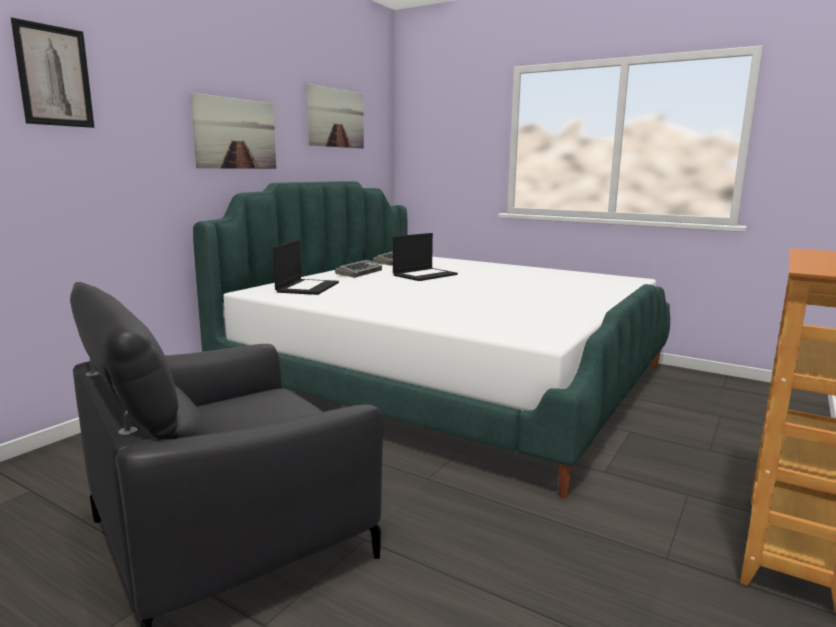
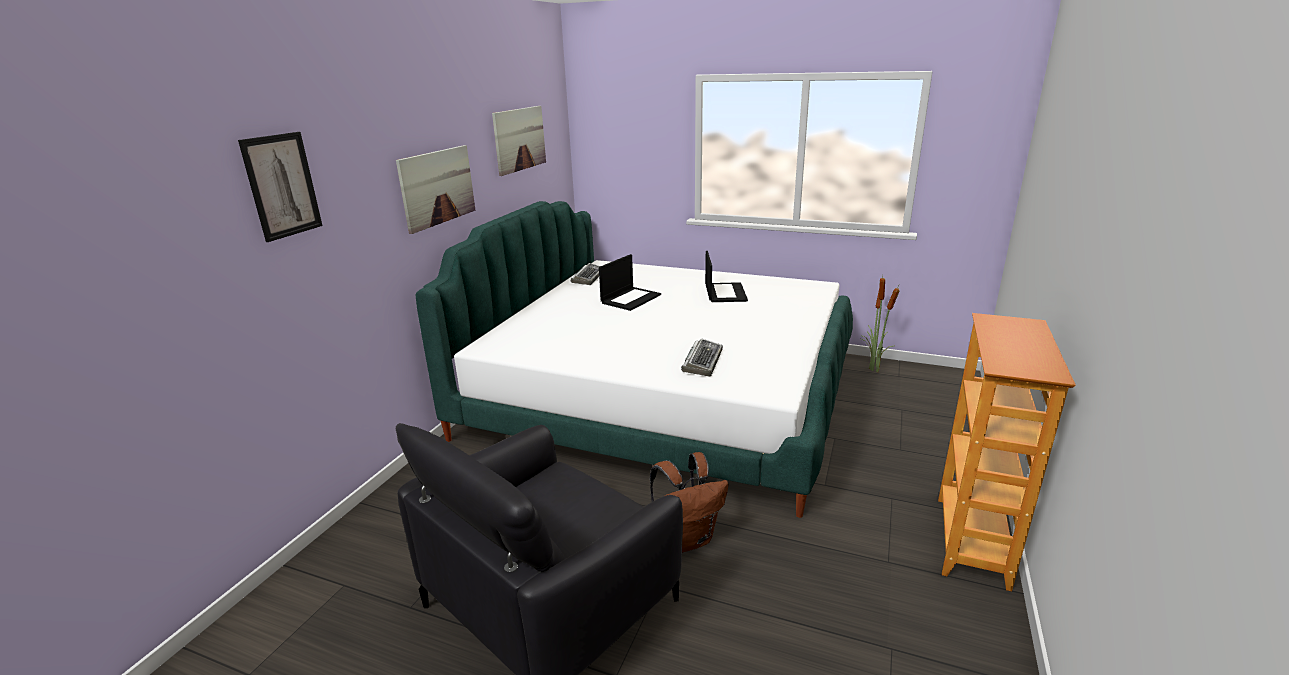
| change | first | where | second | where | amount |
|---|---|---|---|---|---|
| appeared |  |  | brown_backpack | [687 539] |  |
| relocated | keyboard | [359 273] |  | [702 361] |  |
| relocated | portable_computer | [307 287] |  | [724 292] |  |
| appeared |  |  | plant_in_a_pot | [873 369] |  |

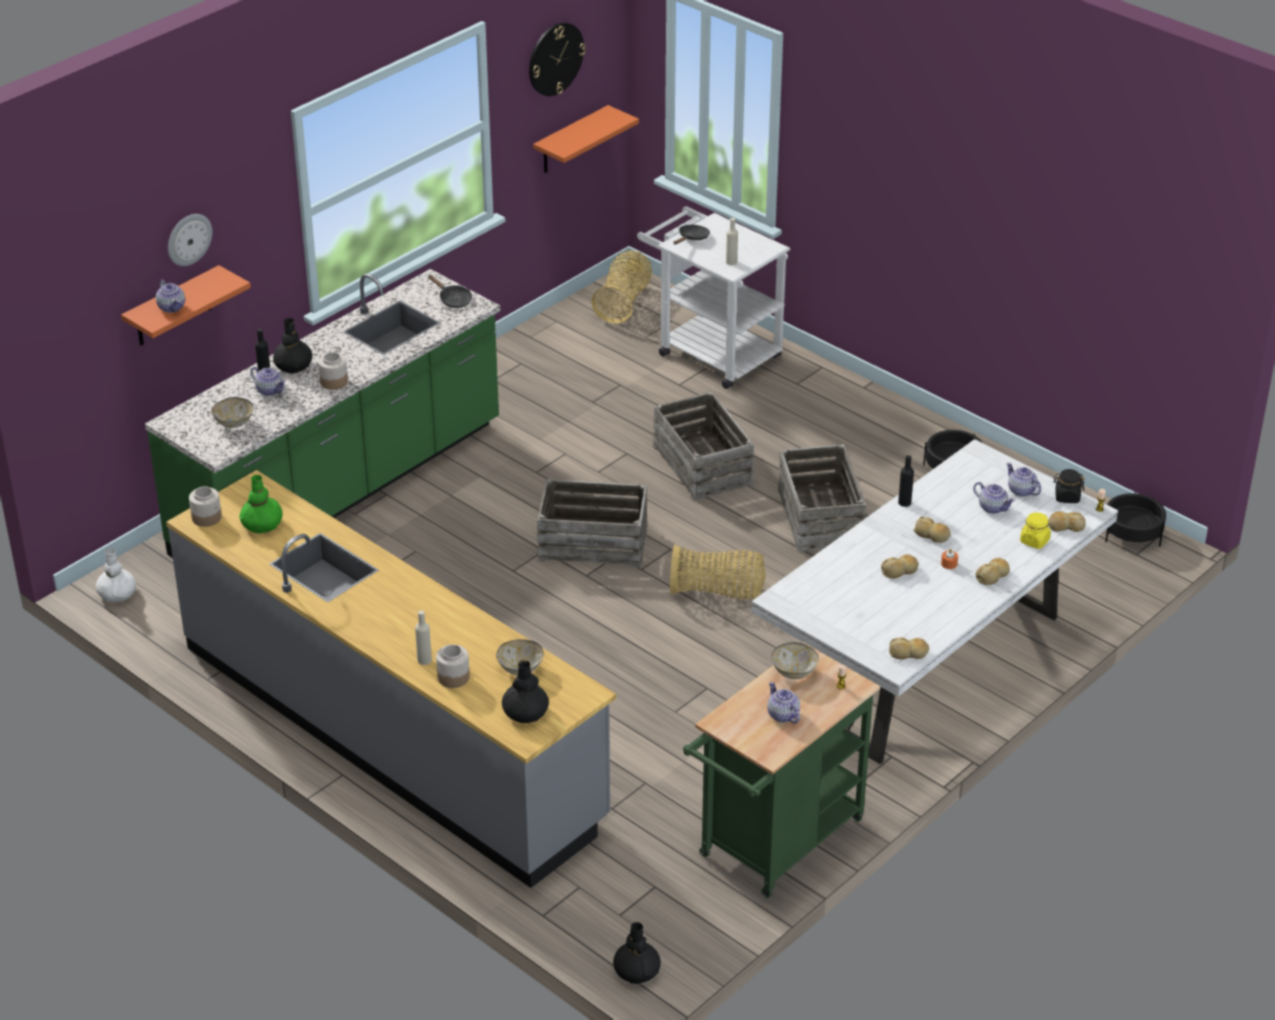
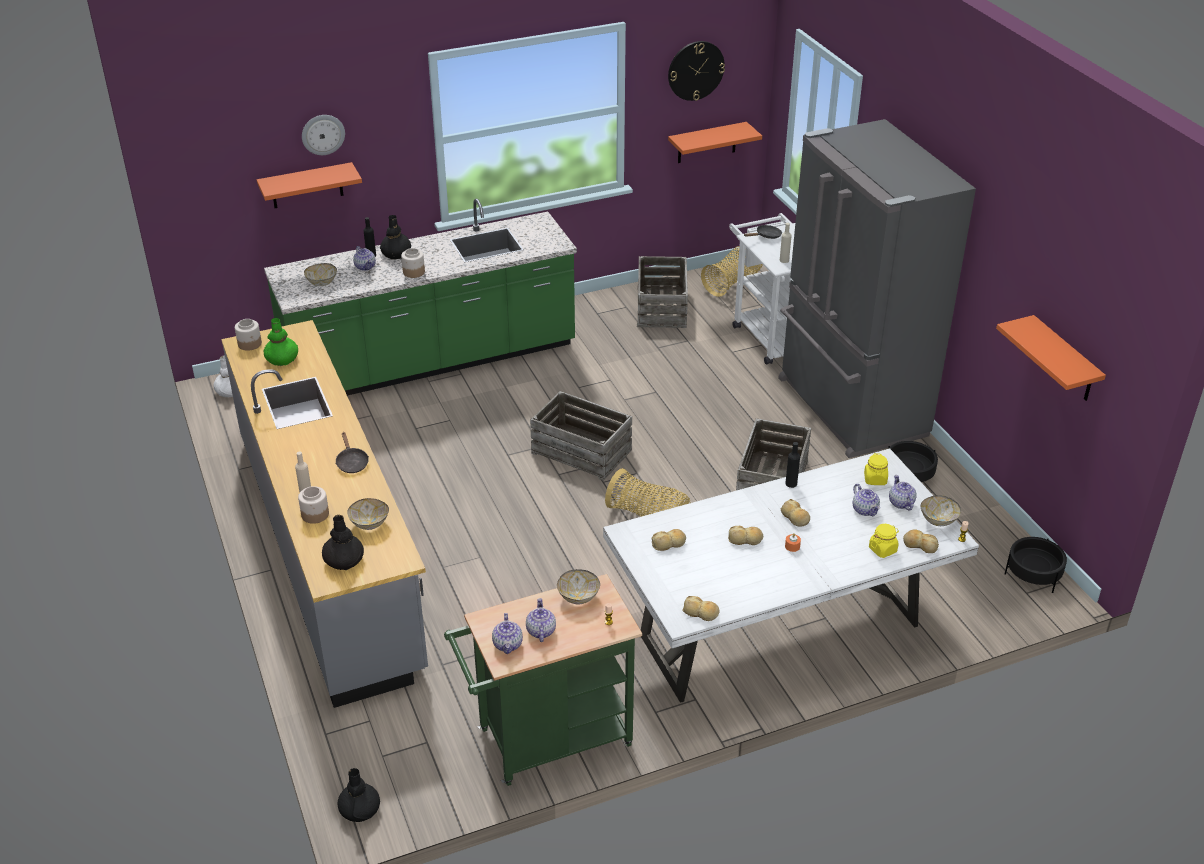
| change | first | where | second | where | amount |
|---|---|---|---|---|---|
| relocated | black_frying_pan | [453 299] |  | [351 462] |  |
| relocated | tea_pot | [172 307] |  | [508 644] |  |
| relocated | packing_crate | [703 465] |  | [662 307] |  |
| relocated | baked_bread | [993 576] |  | [669 543] |  |
| appeared |  |  | grey_refrigerator | [849 408] |  |
| appeared |  |  | yellow-coloured_jar | [875 479] |  |
| exchanged | black_jar | [1067 497] | bowl | [938 520] |  |
| appeared |  |  | orange-coloured_shelf | [1064 360] |  |

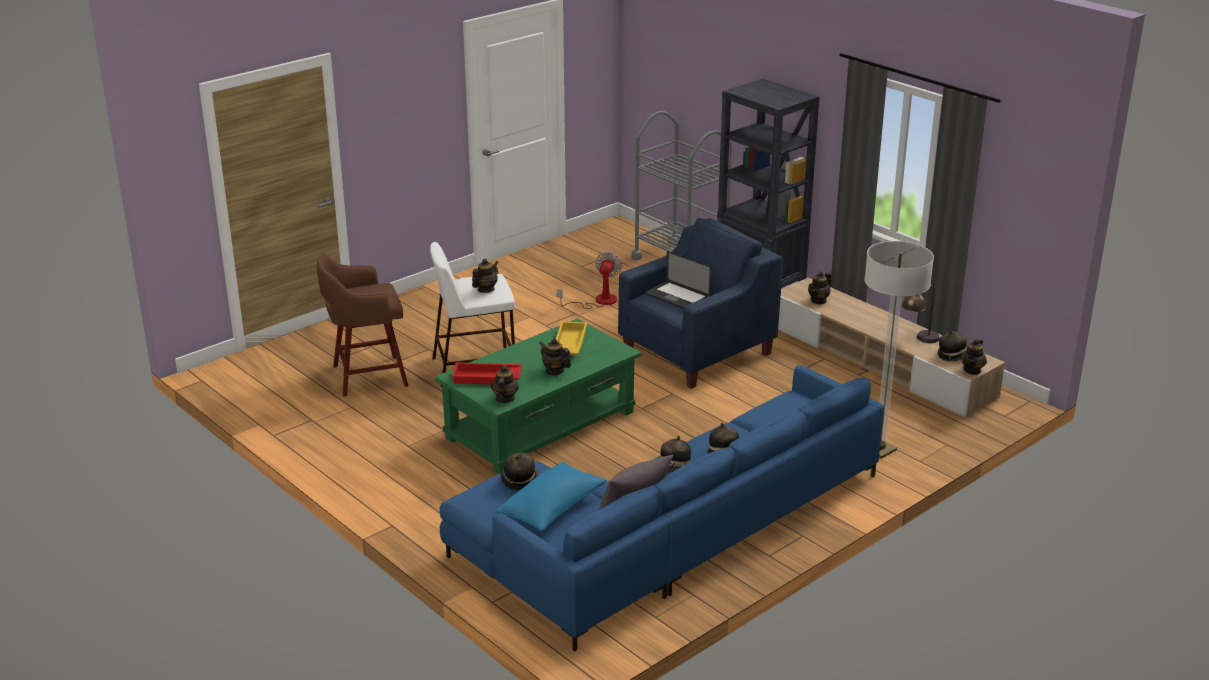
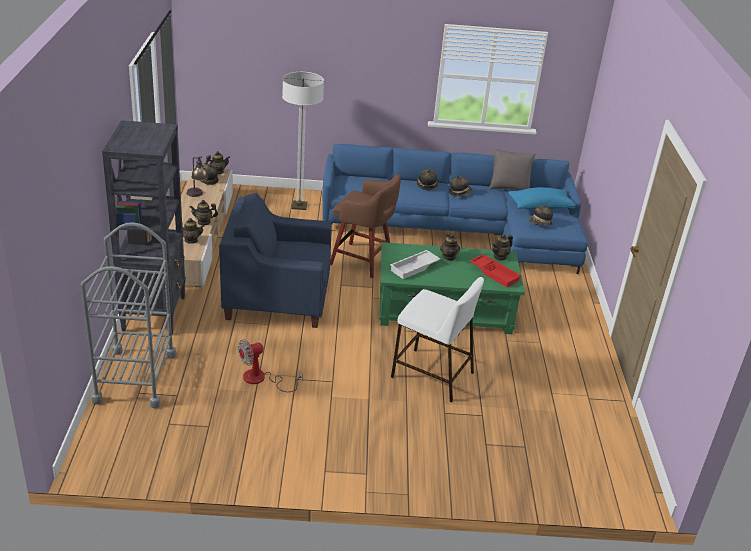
| change | first | where | second | where | amount |
|---|---|---|---|---|---|
| relocated | tea_pot | [485 289] |  | [204 222] |  |
| relocated | brown_stool | [367 376] |  | [363 261] |  |
| colour | yellow-coloured_tray | [568 344] | whitish_tray | [414 268] |  |
| missing | portable_computer | [677 297] |  |  |  |

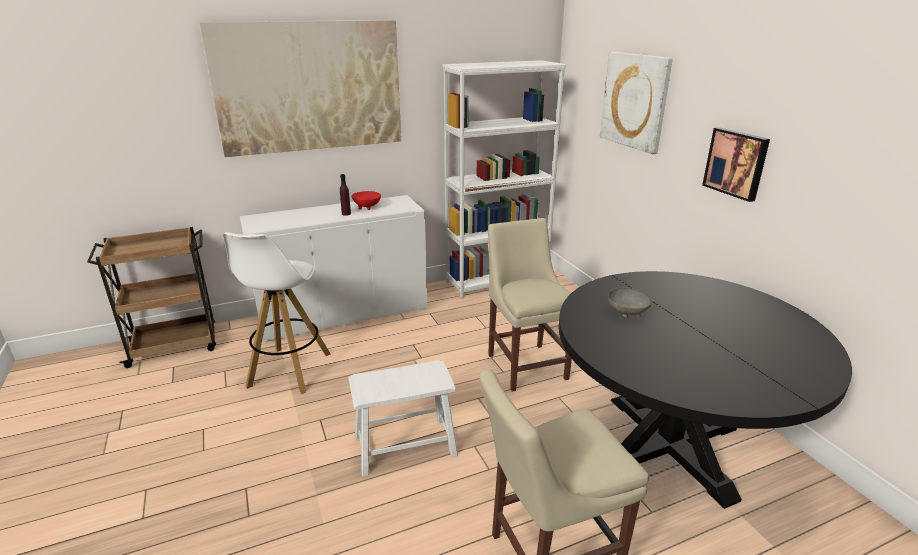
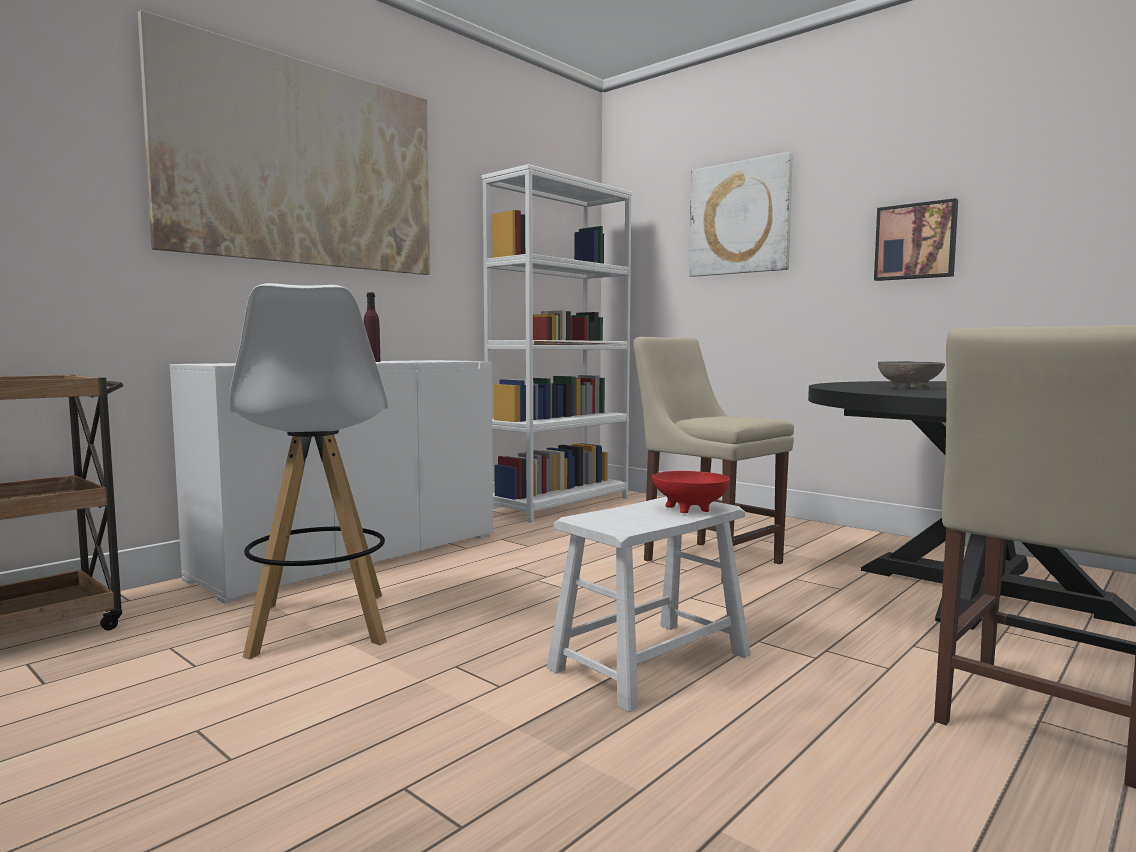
| change | first | where | second | where | amount |
|---|---|---|---|---|---|
| relocated | red-coloured_bowl | [367 207] |  | [691 509] |  |

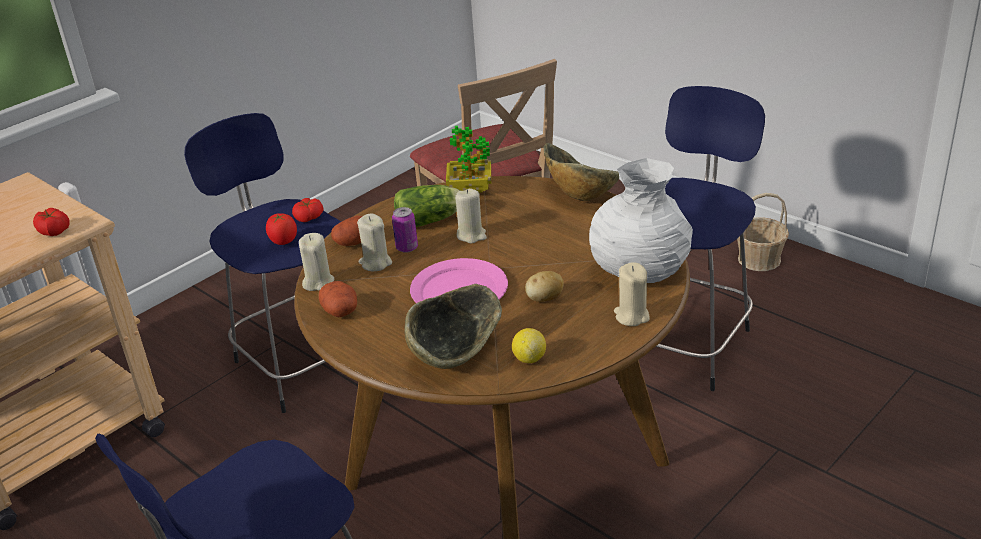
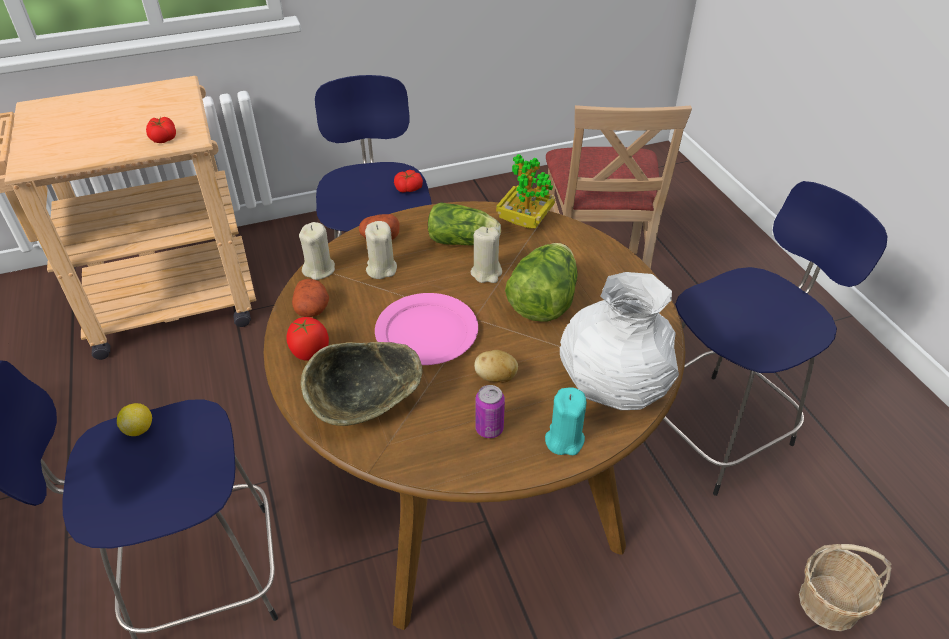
| change | first | where | second | where | amount |
|---|---|---|---|---|---|
| relocated | whole_lemon | [529 358] |  | [139 429] |  |
| relocated | fresh_tomato | [283 241] |  | [310 352] |  |
| relocated | sealed_can | [407 248] |  | [489 429] |  |
| appeared |  |  | lettuce_head | [543 302] |  |
| colour | sand-coloured_candle | [631 316] | turquoise-coloured_candle | [564 439] |  |
| relocated | basket | [759 259] |  | [829 603] |  |
| missing | bowl | [579 194] |  |  |  |

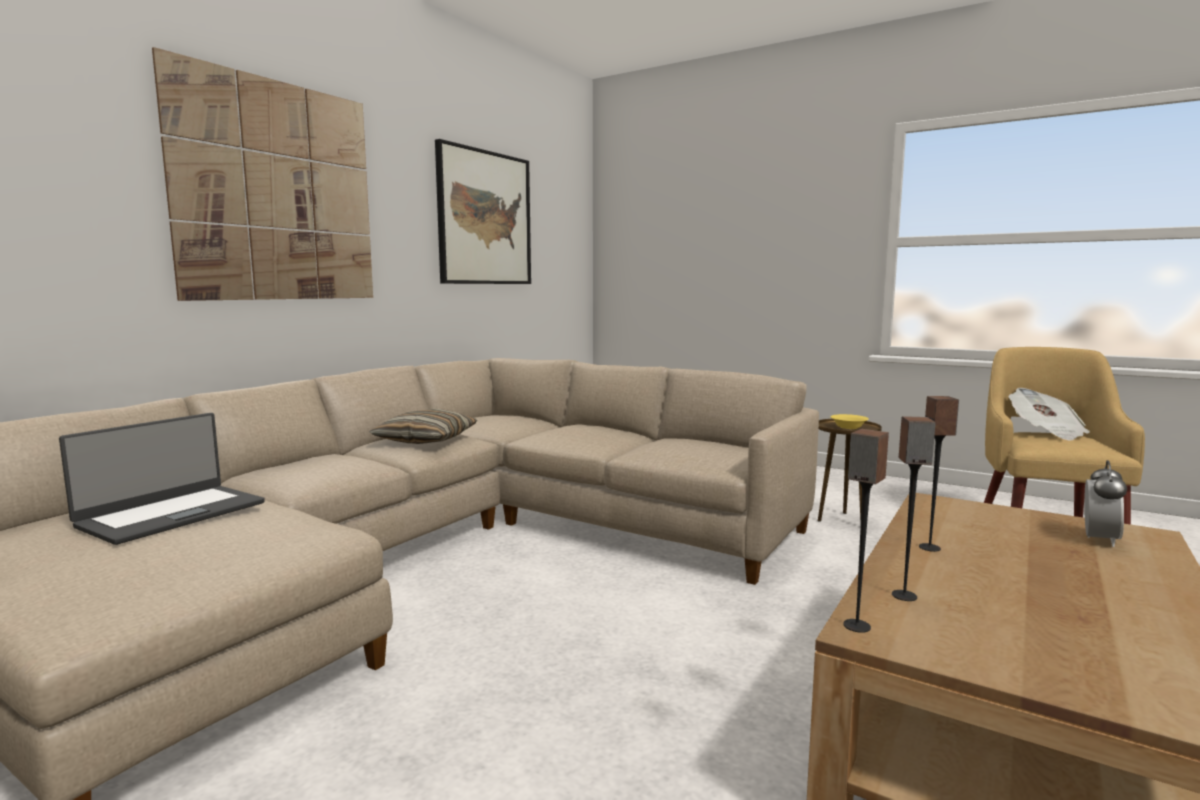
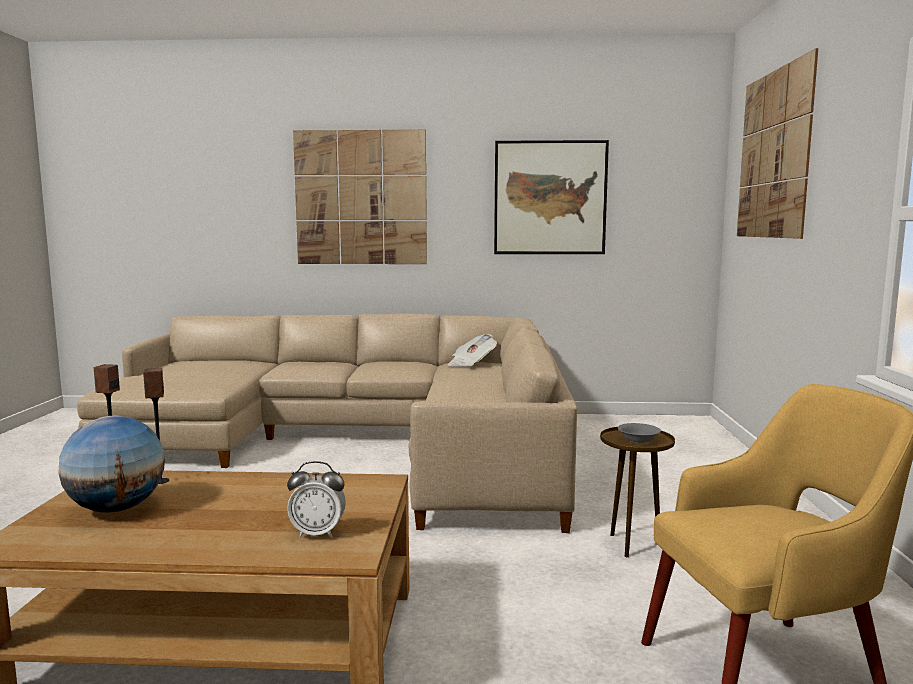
| change | first | where | second | where | amount |
|---|---|---|---|---|---|
| appeared |  |  | desk_globe | [116 509] |  |
| relocated | printed_paper | [1046 432] |  | [471 364] |  |
| colour | yellow-coloured_bowl | [848 427] | grey_bowl | [638 440] |  |
| appeared |  |  | wall_picture | [774 154] |  |
| missing | portable_computer | [171 514] |  |  |  |
| missing | throw_pillow | [426 439] |  |  |  |
| missing | loudspeaker | [930 547] |  |  |  |

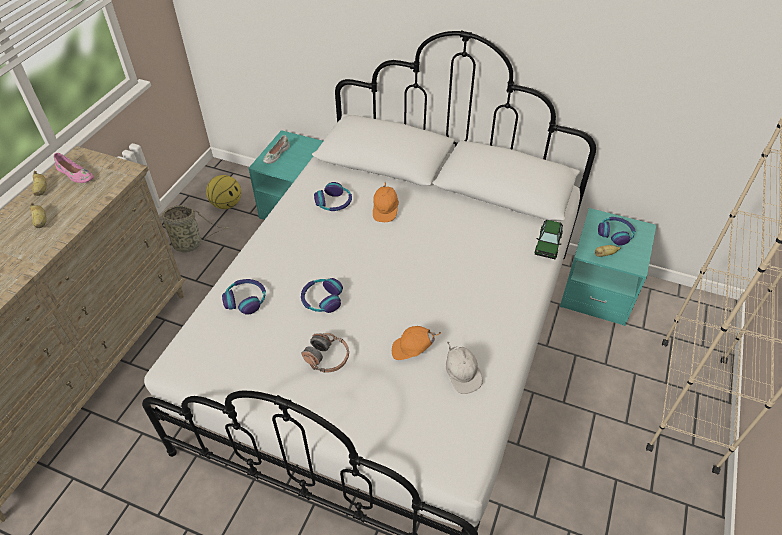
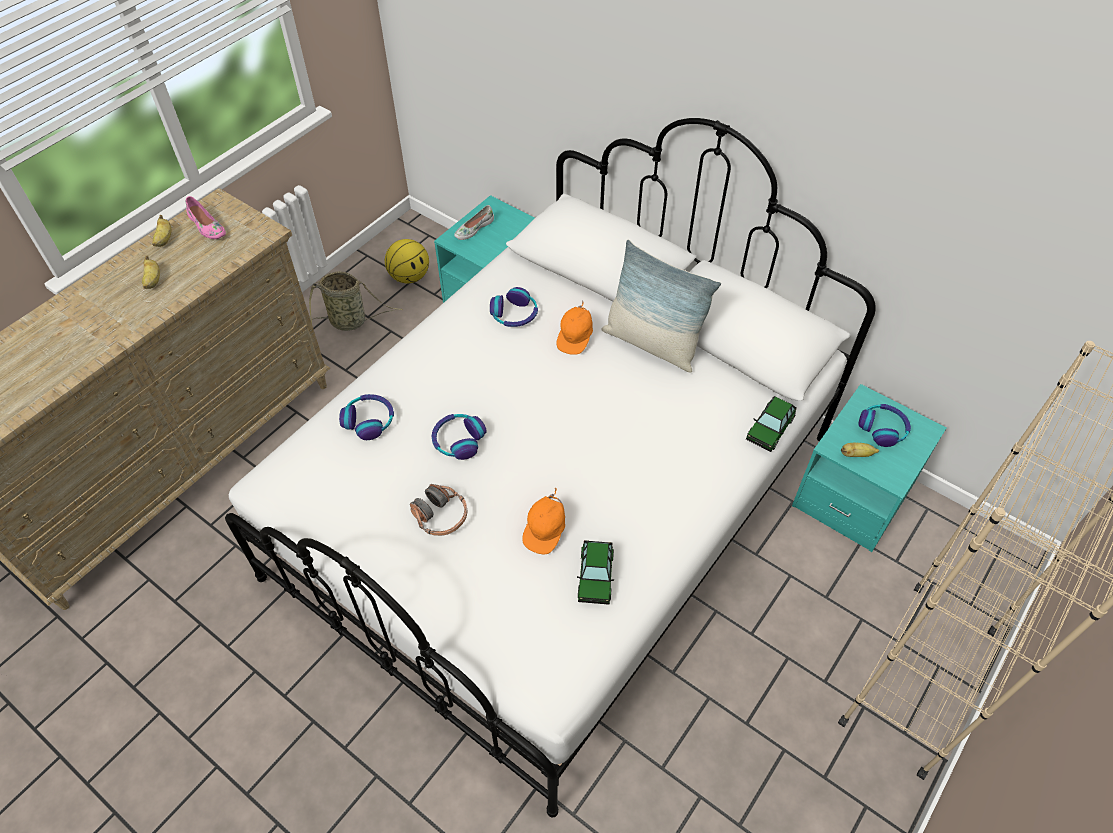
| change | first | where | second | where | amount |
|---|---|---|---|---|---|
| spun | orange-coloured_baseball_cap | [412 350] |  | [545 531] | 75 degrees counterclockwise |
| exchanged | whitish_baseball_cap | [462 374] | miniature_car | [595 576] |  |
| appeared |  |  | throw_pillow | [652 343] |  |

